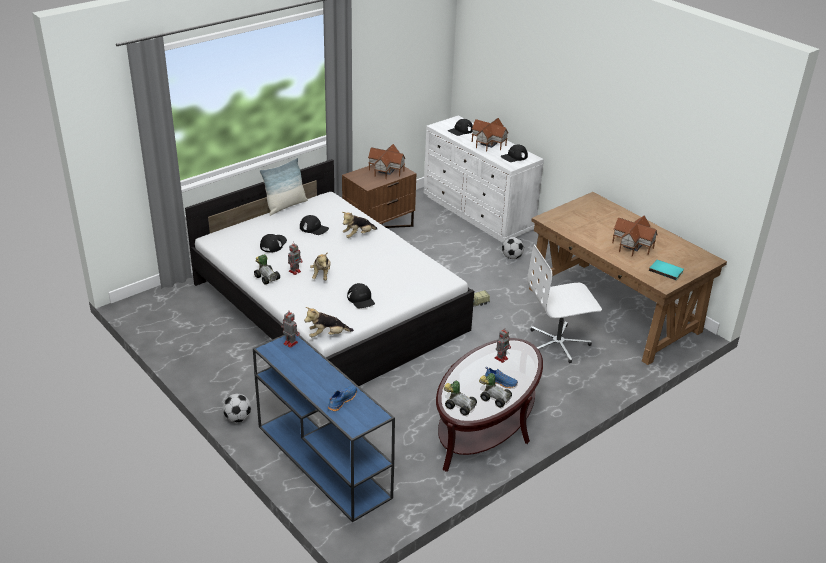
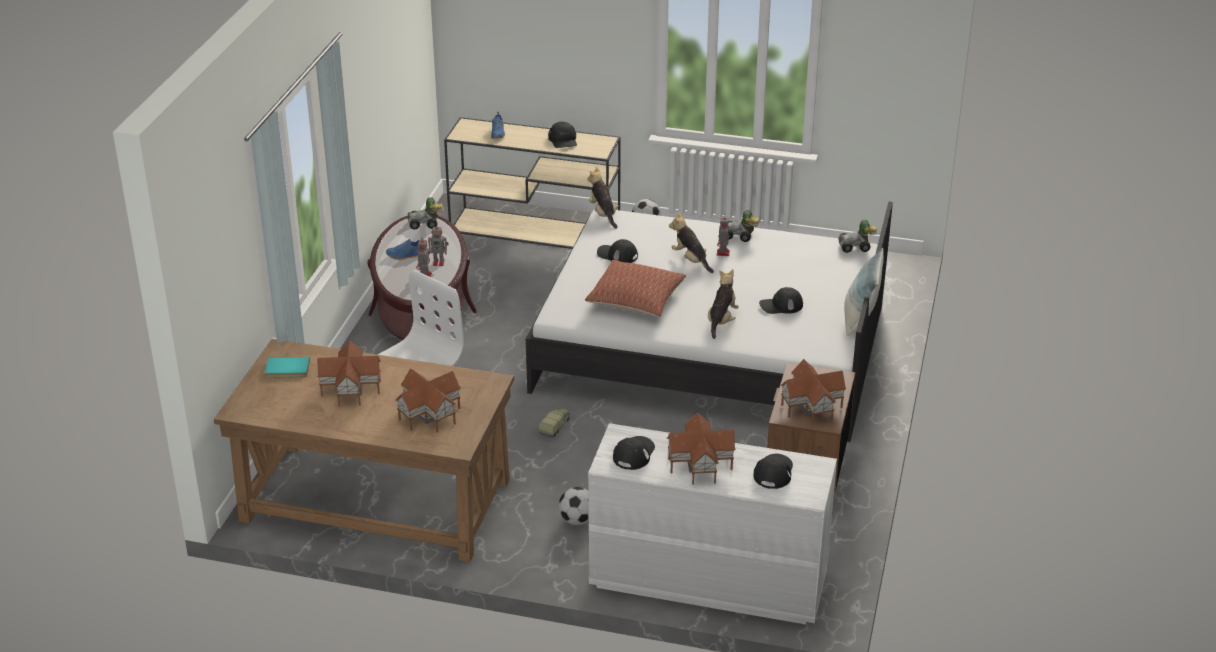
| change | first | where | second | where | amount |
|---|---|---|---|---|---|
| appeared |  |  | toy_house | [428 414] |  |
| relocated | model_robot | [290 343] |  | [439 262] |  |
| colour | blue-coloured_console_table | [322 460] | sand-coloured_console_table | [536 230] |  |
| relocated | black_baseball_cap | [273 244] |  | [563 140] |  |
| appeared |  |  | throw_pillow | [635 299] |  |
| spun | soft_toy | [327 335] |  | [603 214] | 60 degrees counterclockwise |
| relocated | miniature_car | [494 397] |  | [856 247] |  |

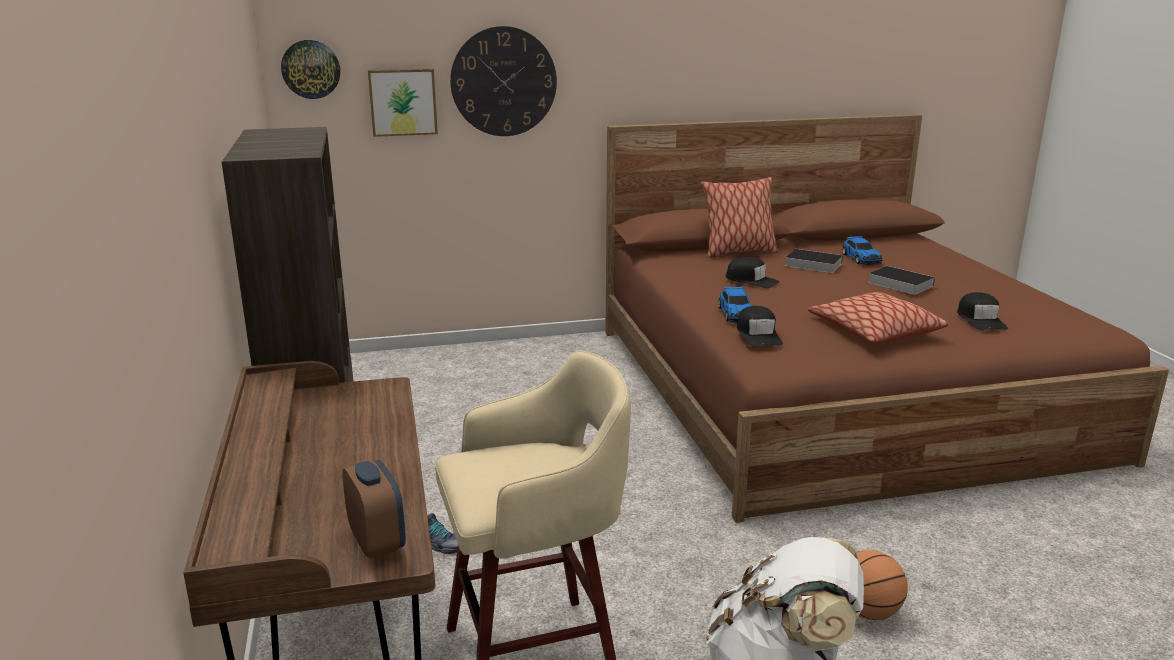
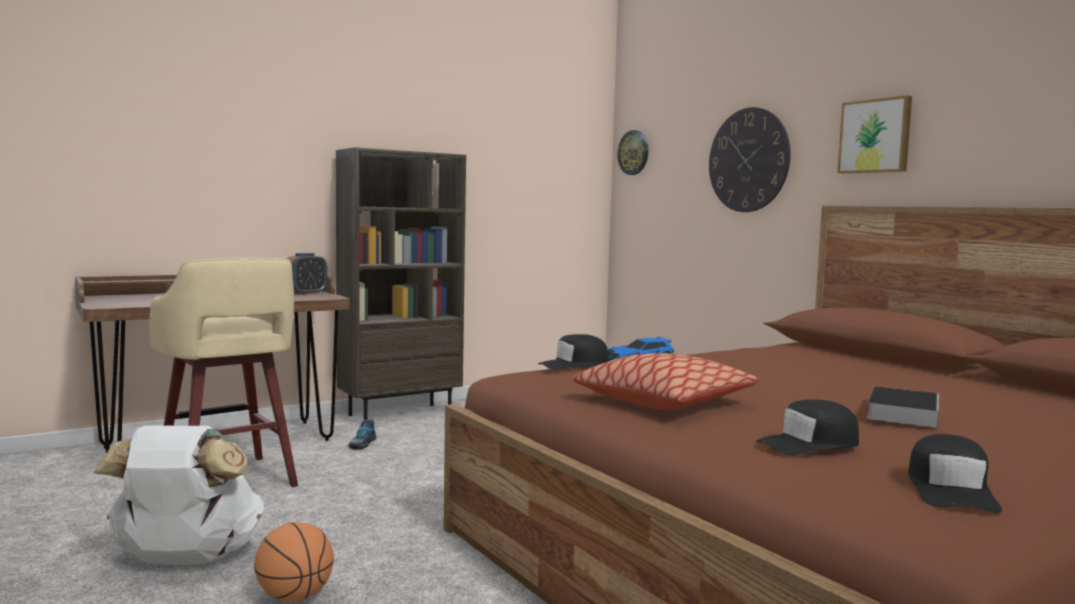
| change | first | where | second | where | amount |
|---|---|---|---|---|---|
| relocated | bedside_clock | [377 542] |  | [306 293] |  |
| relocated | wall_picture | [403 102] |  | [876 136] |  |
| relocated | black_baseball_cap | [751 280] |  | [951 490] |  |
| missing | throw_pillow | [738 252] |  |  |  |
| missing | book | [811 264] |  |  |  |
| missing | miniature_car | [861 258] |  |  |  |

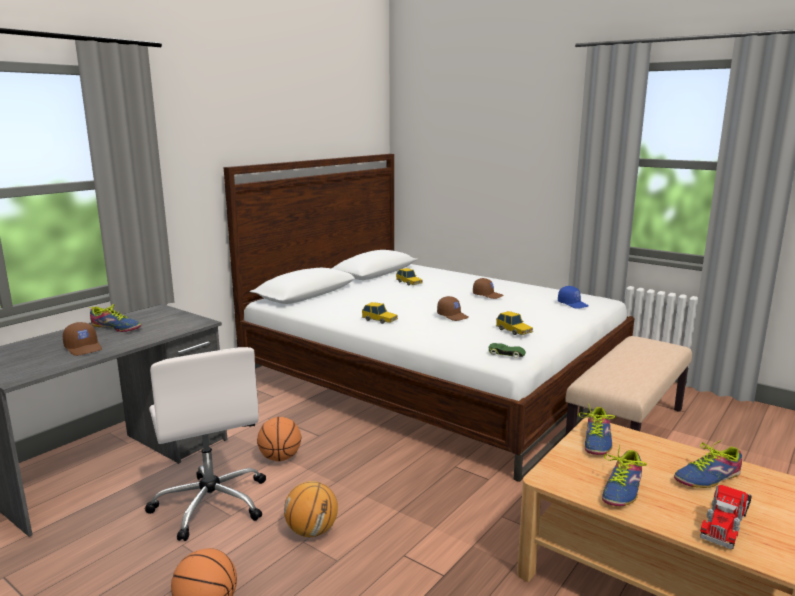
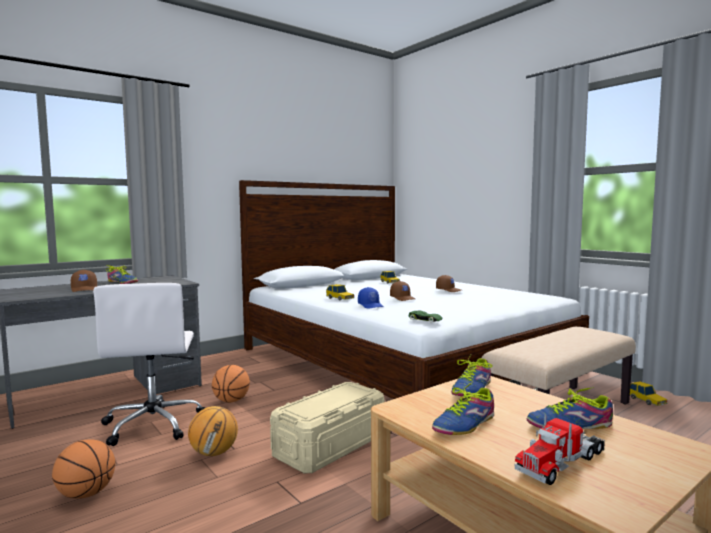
| change | first | where | second | where | amount |
|---|---|---|---|---|---|
| appeared |  |  | sand-coloured_storage_bin | [330 445] |  |
| relocated | blue-coloured_baseball_cap | [573 304] |  | [371 305] |  |
| relocated | miniature_car | [514 331] |  | [646 400] |  |

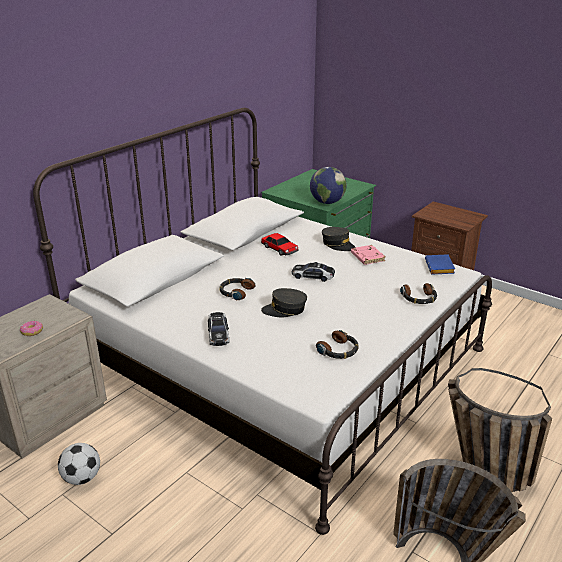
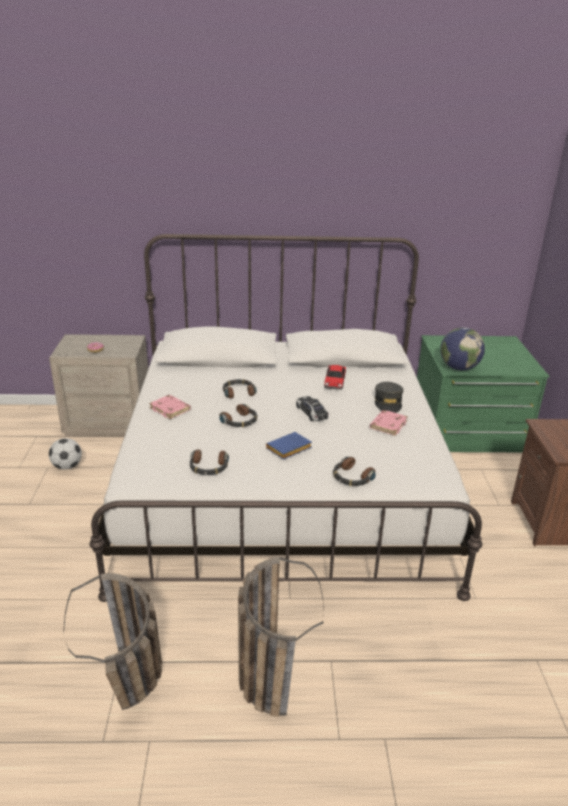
| change | first | where | second | where | amount |
|---|---|---|---|---|---|
| exchanged | miniature_car | [218 334] | pink_book | [171 409] |  |
| exchanged | grey_baseball_cap | [285 309] | headset | [240 421] |  |
| relocated | blue-coloured_book | [440 268] |  | [288 450] |  |

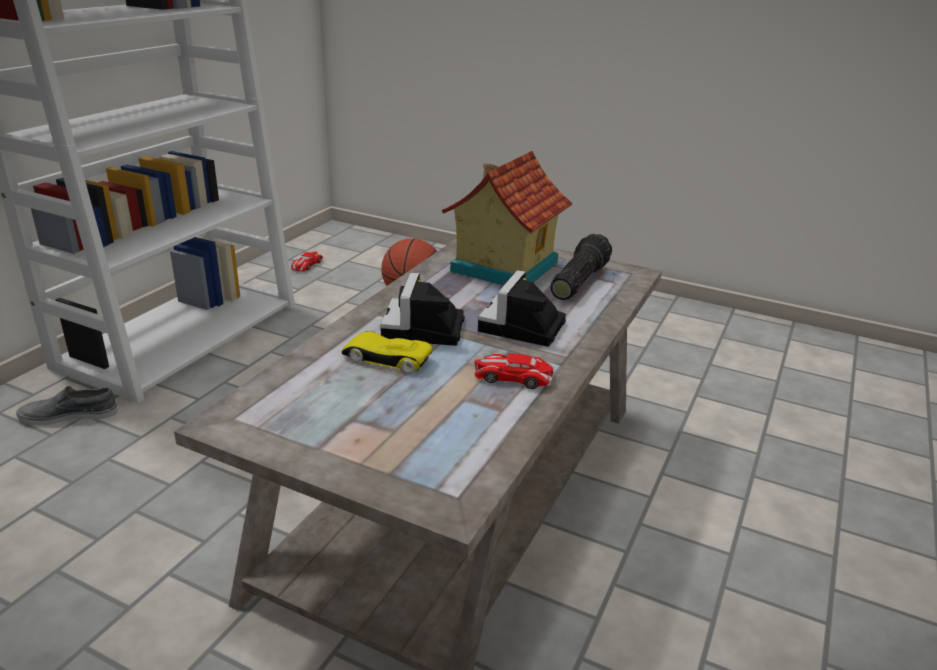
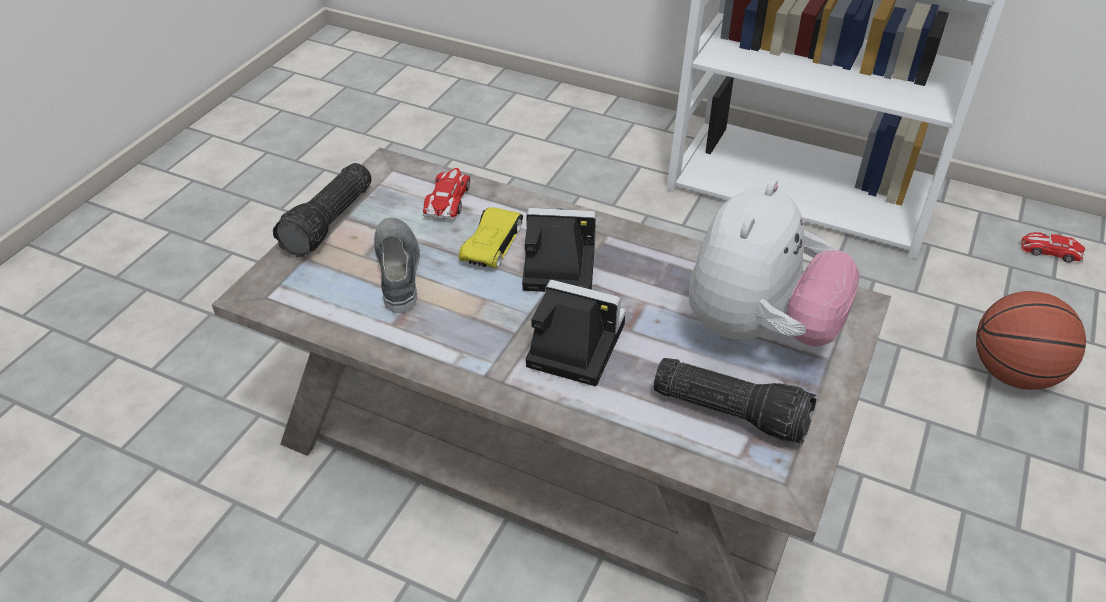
| change | first | where | second | where | amount |
|---|---|---|---|---|---|
| appeared |  |  | torch | [331 222] |  |
| relocated | grey_shoe | [69 415] |  | [398 269] |  |
| relocated | miniature_car | [513 377] |  | [448 199] |  |
| exchanged | toy_house | [501 266] | soft_toy | [758 329] |  |

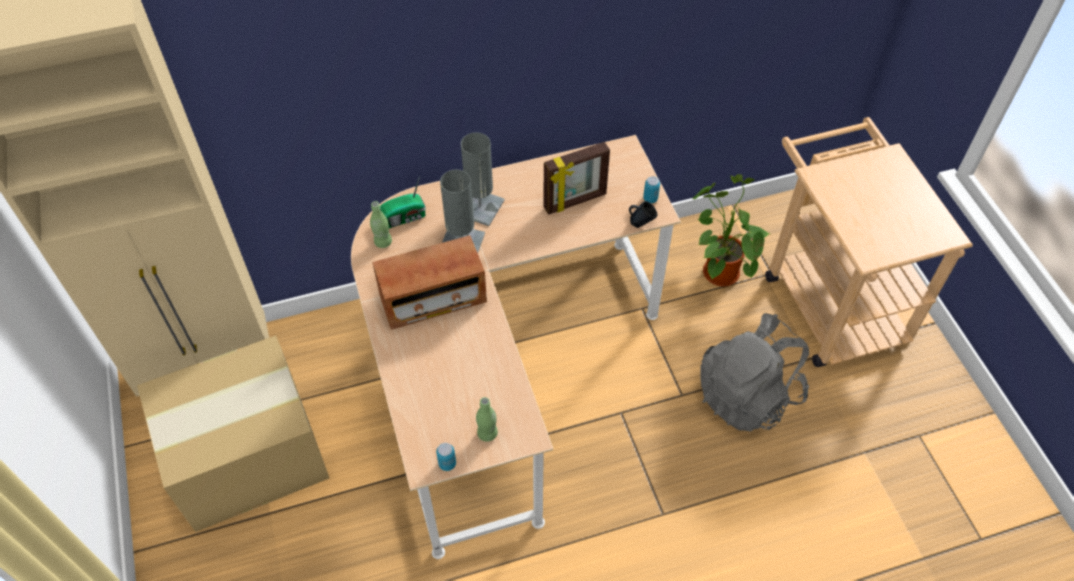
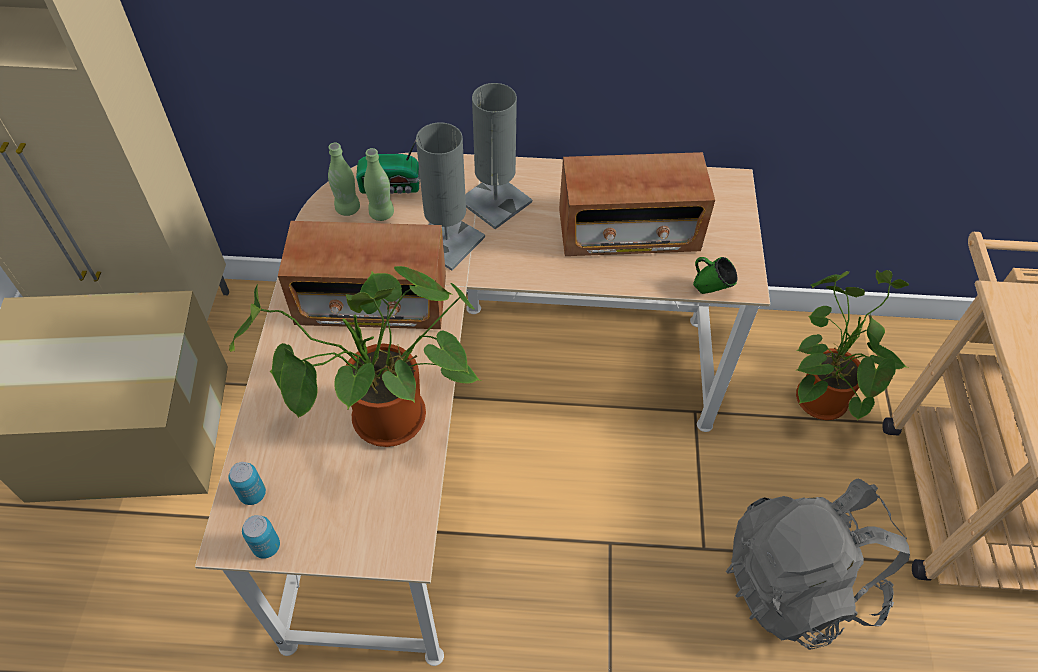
| change | first | where | second | where | amount |
|---|---|---|---|---|---|
| relocated | sealed_can | [650 199] |  | [253 494] |  |
| appeared |  |  | plant_in_a_pot | [383 424] |  |
| relocated | green_bottle | [487 433] |  | [381 213] |  |
| exchanged | picture_frame | [575 202] | radio | [628 232] |  |
| colour | blue-coloured_coffee_mug | [641 223] | green_coffee_mug | [710 289] |  |

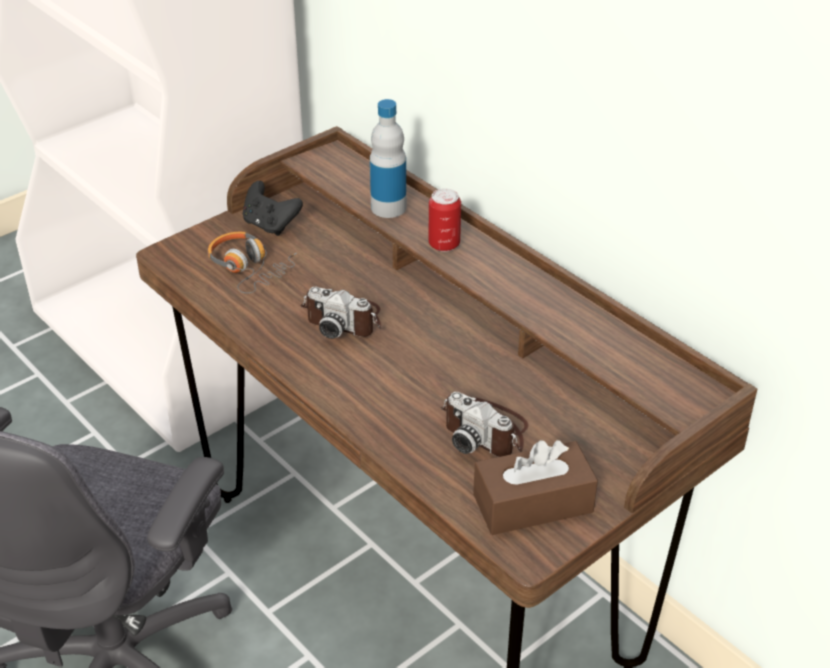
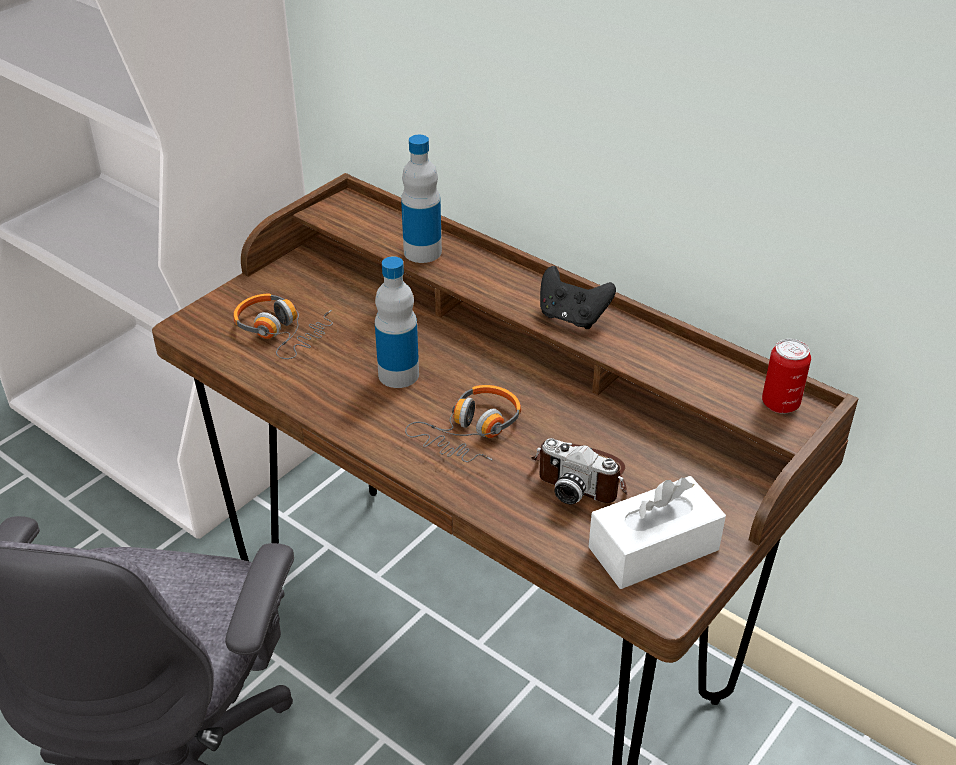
| change | first | where | second | where | amount |
|---|---|---|---|---|---|
| exchanged | still_camera | [344 318] | bottle | [398 374] |  |
| appeared |  |  | headset | [471 432] |  |
| relocated | black_gamepad | [270 225] |  | [572 317] |  |
| colour | brown_tissue_holder | [533 503] | whitish_tissue_holder | [653 548] |  |
| relocated | sealed_can | [444 244] |  | [780 403] |  |

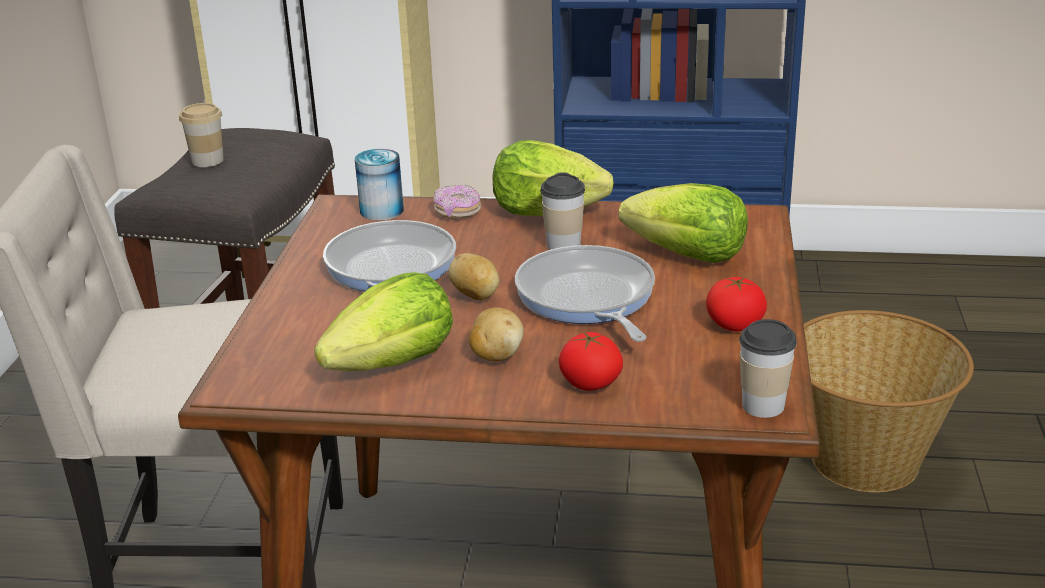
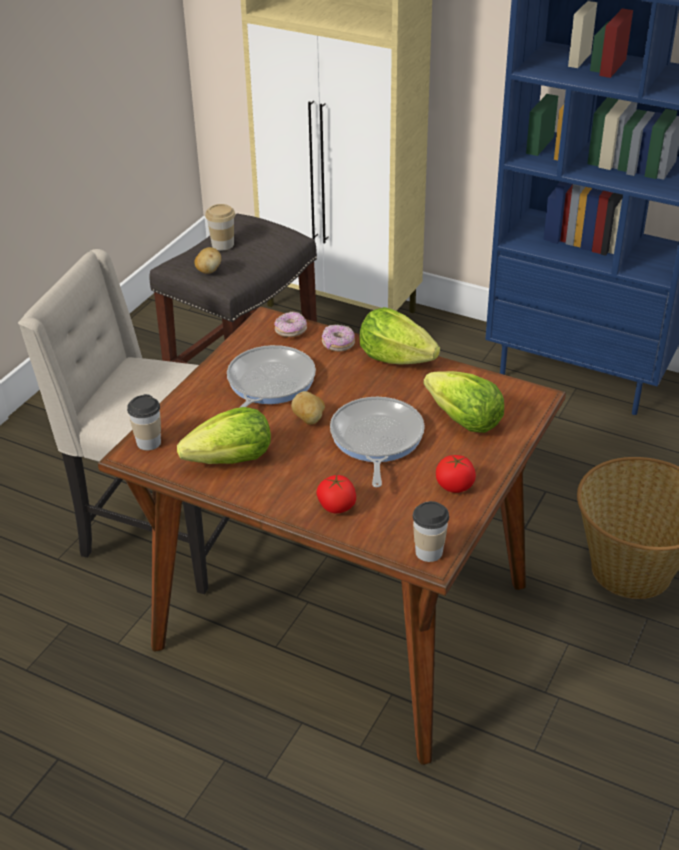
| change | first | where | second | where | amount |
|---|---|---|---|---|---|
| relocated | small_cup | [563 245] |  | [148 442] |  |
| relocated | spud | [496 356] |  | [209 270] |  |
| exchanged | sealed_can | [382 211] | doughnut | [291 331] |  |

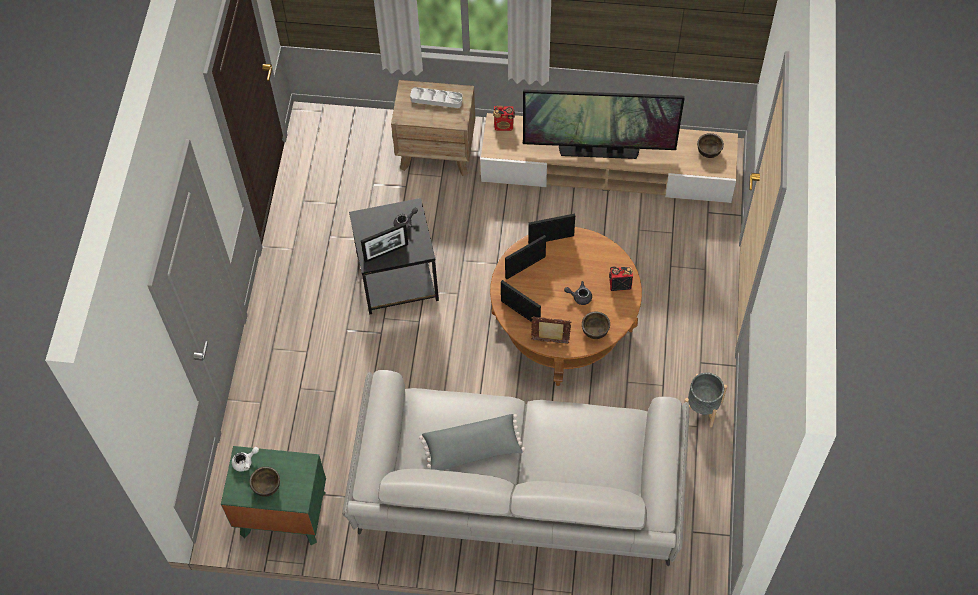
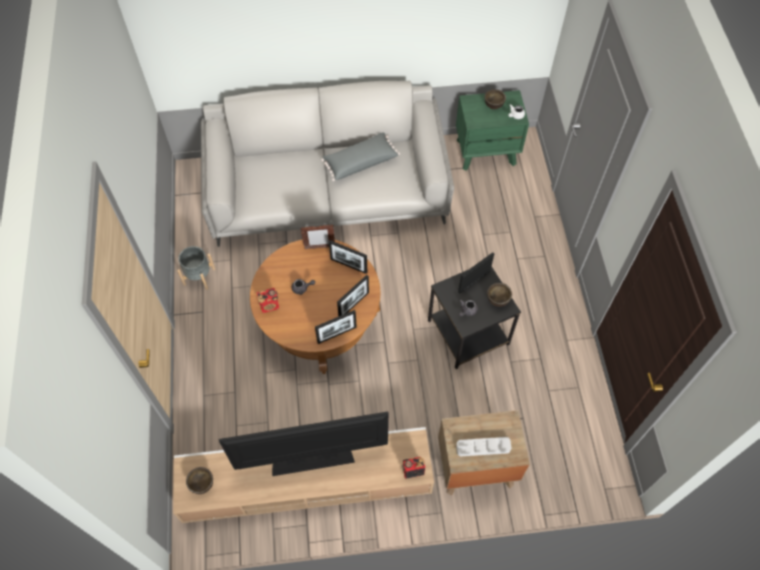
| change | first | where | second | where | amount |
|---|---|---|---|---|---|
| relocated | brown_bowl | [595 330] |  | [498 299] |  |

